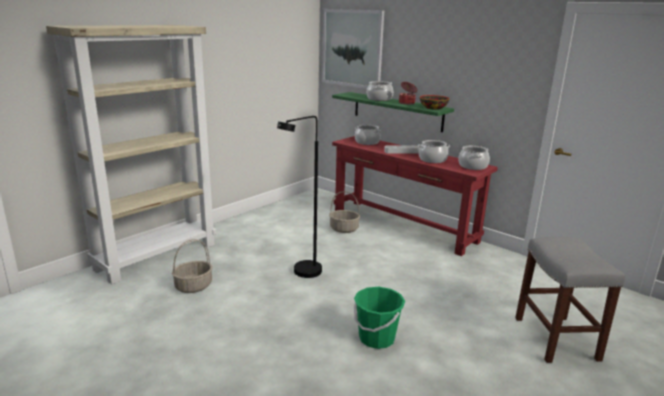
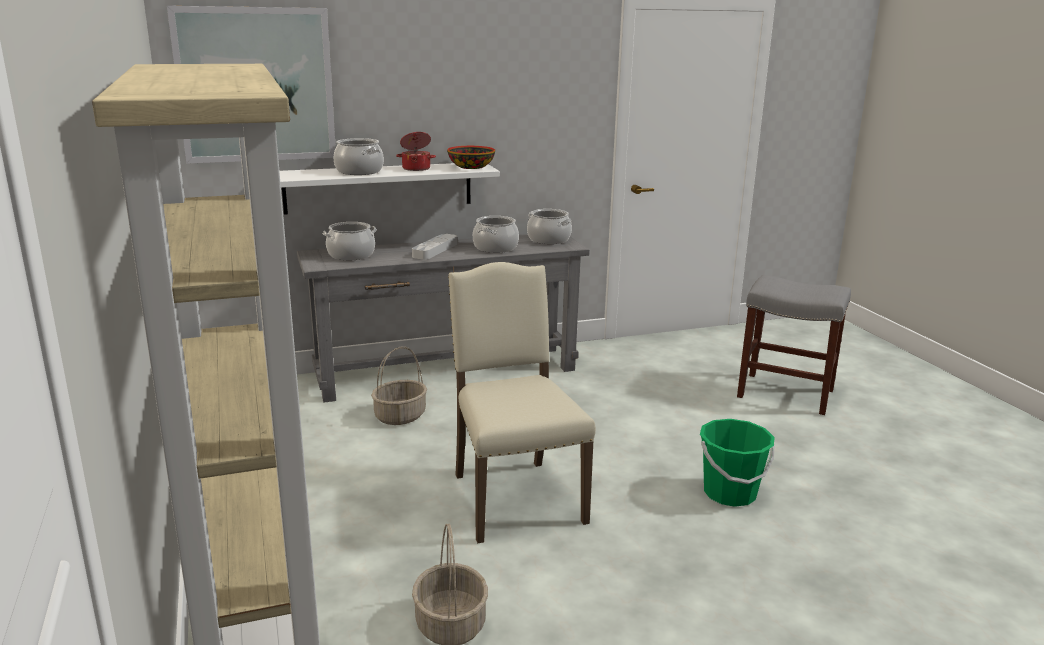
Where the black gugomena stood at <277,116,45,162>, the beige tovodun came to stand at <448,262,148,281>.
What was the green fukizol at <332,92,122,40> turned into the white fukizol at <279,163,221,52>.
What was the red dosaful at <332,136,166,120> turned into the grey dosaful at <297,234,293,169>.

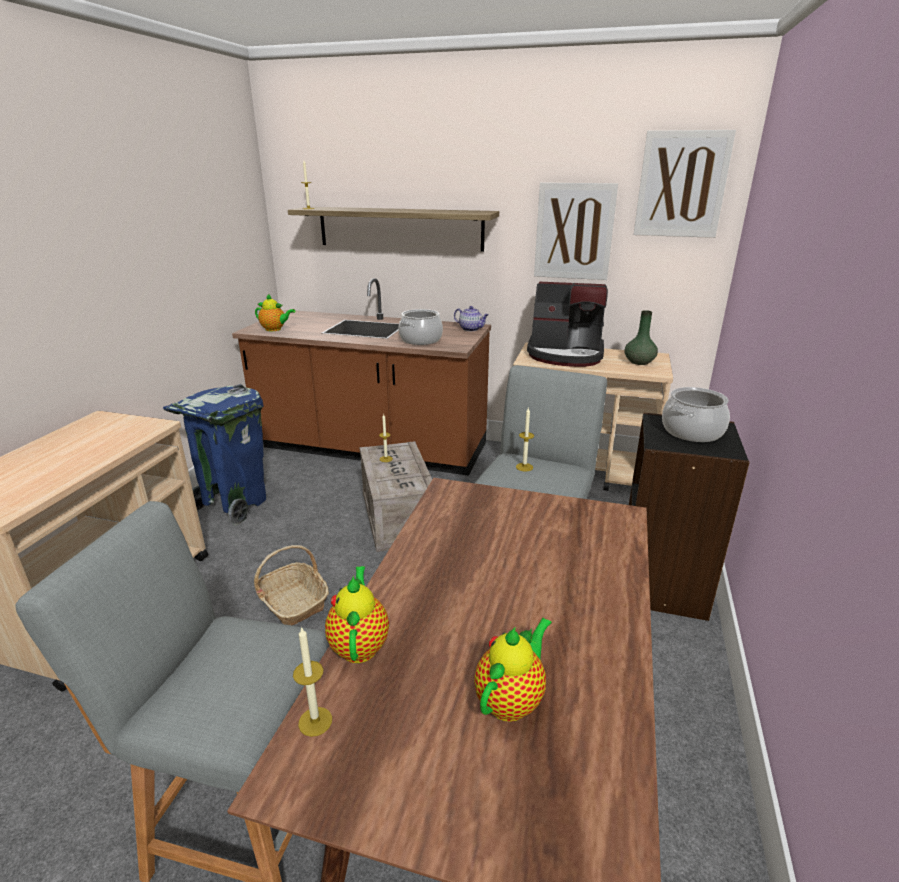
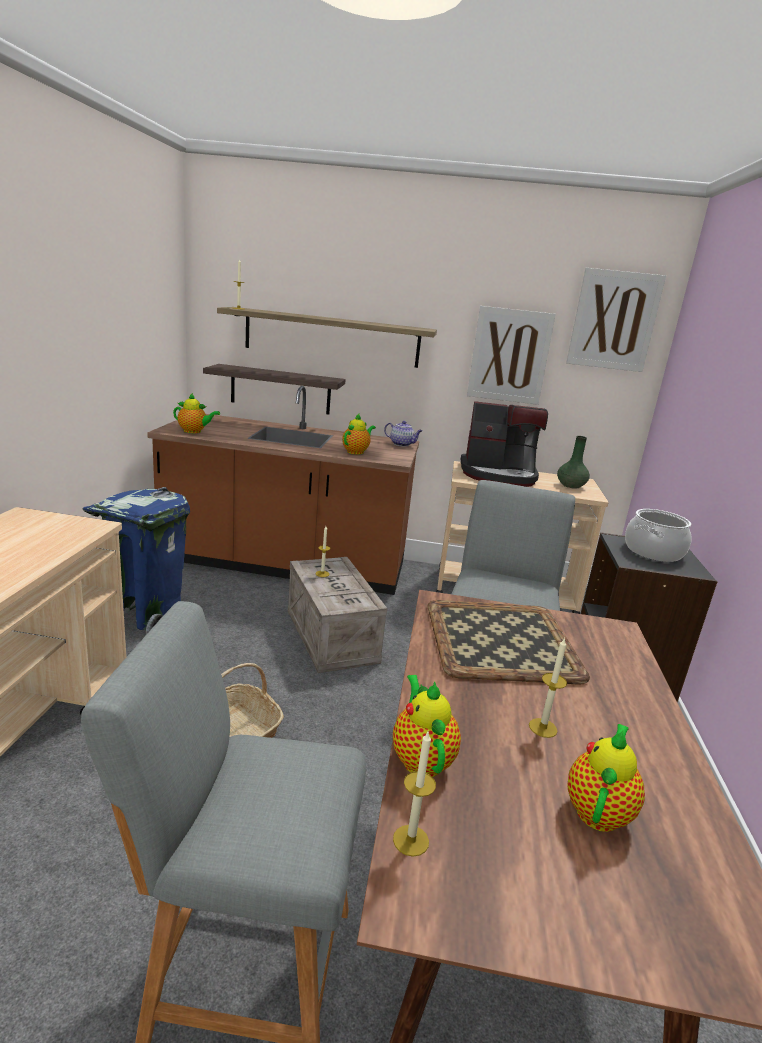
Where the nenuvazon stood at <398,309,45,36>, the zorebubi came to stand at <342,414,34,41>.
The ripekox ended up elsewhere, having gone from <516,407,18,65> to <529,638,38,100>.
The second view gained the fukizol at <203,364,143,51>.
The second view gained the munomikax at <427,600,163,85>.

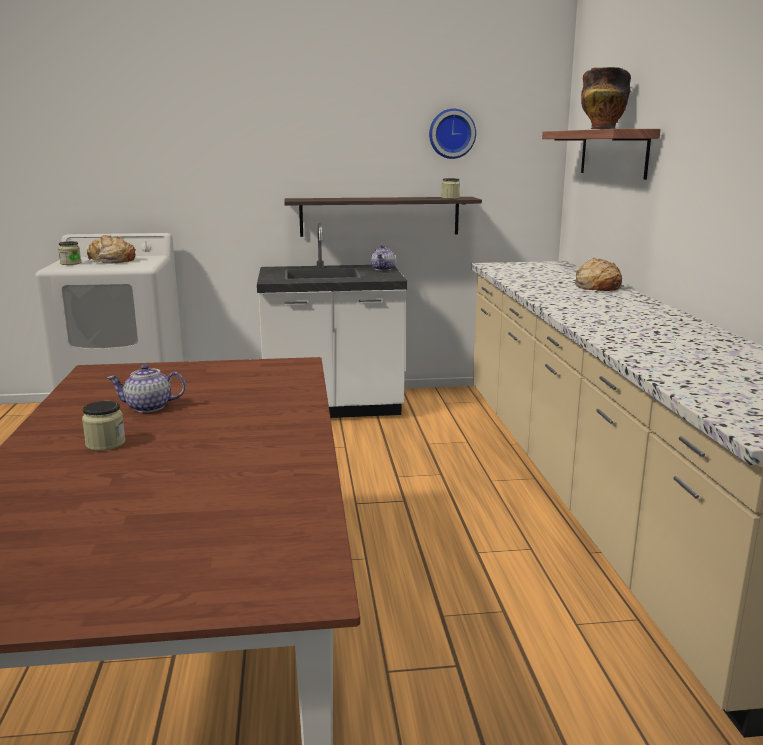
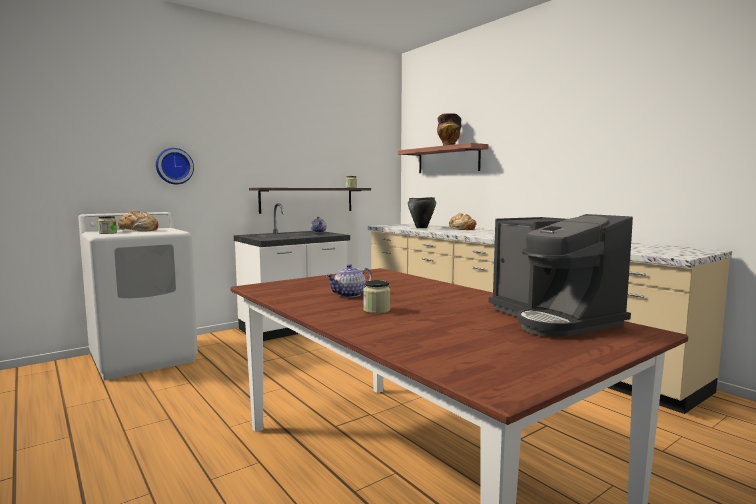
The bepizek ended up elsewhere, having gone from <429,109,47,50> to <156,148,38,37>.
The second view gained the black nenuvazon at <408,197,28,31>.
The second view gained the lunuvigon at <489,214,144,123>.

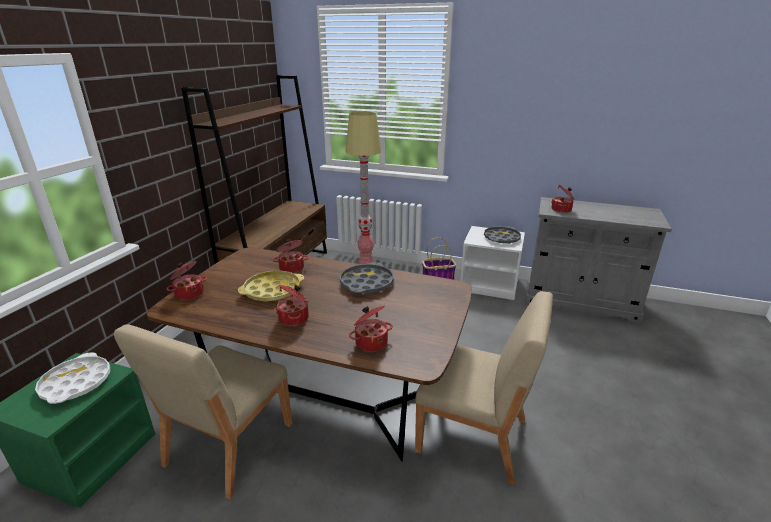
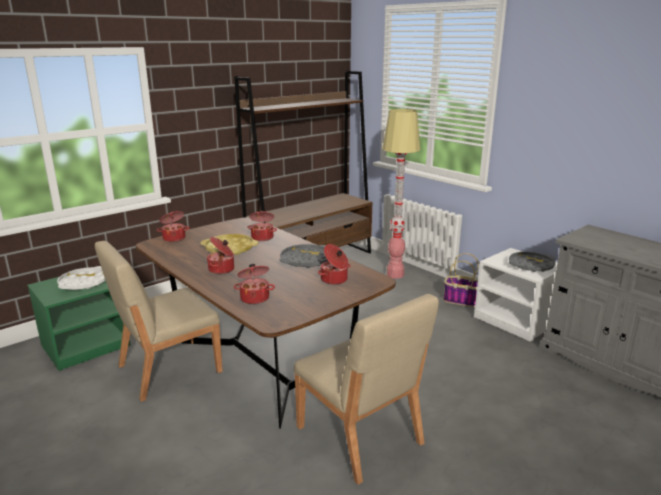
The nenuvazon ended up elsewhere, having gone from <551,185,23,28> to <318,244,33,41>.

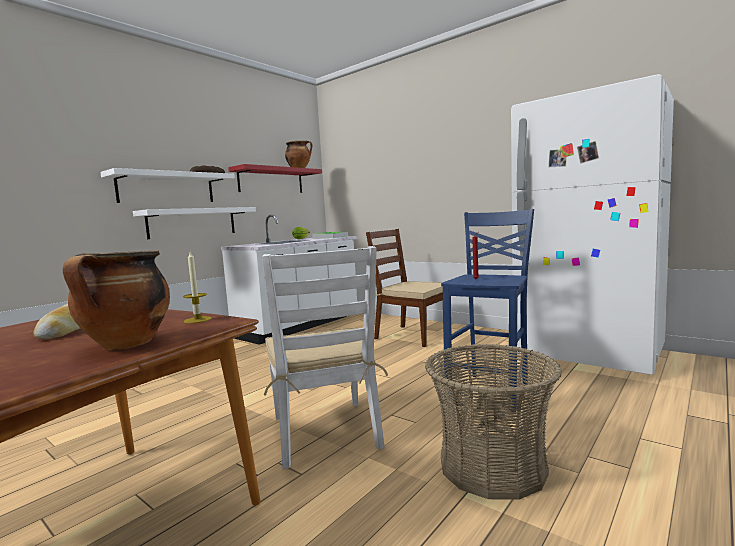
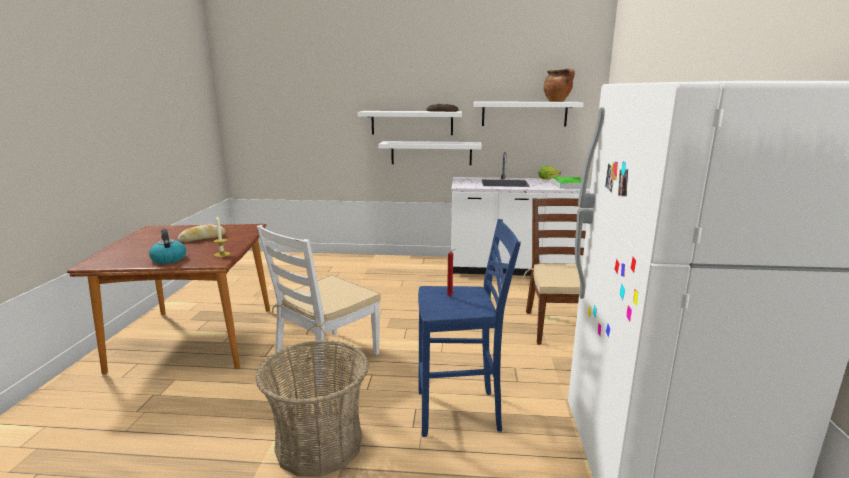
Where the nenuvazon stood at <63,251,107,98>, the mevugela came to stand at <149,229,37,35>.
What was the red fukizol at <228,164,94,29> turned into the white fukizol at <474,102,110,24>.

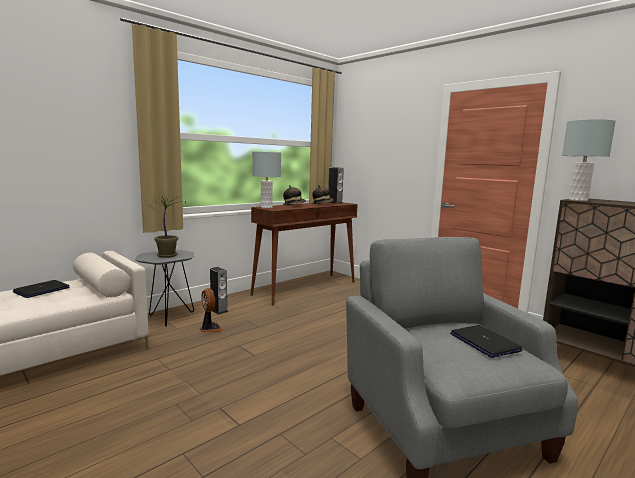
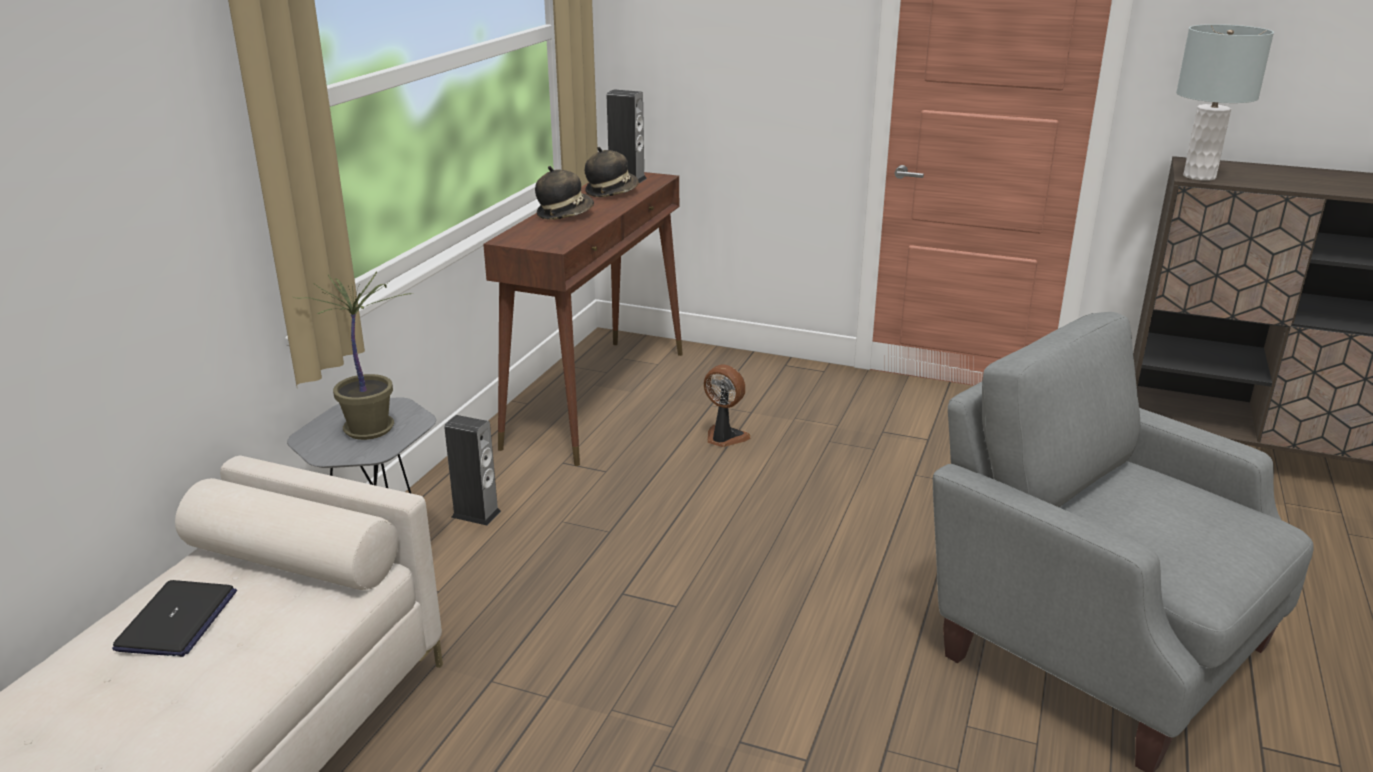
The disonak ended up elsewhere, having gone from <199,288,25,45> to <704,364,47,83>.
The second view lost the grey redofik at <252,152,29,56>.
The second view lost the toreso at <450,325,73,33>.

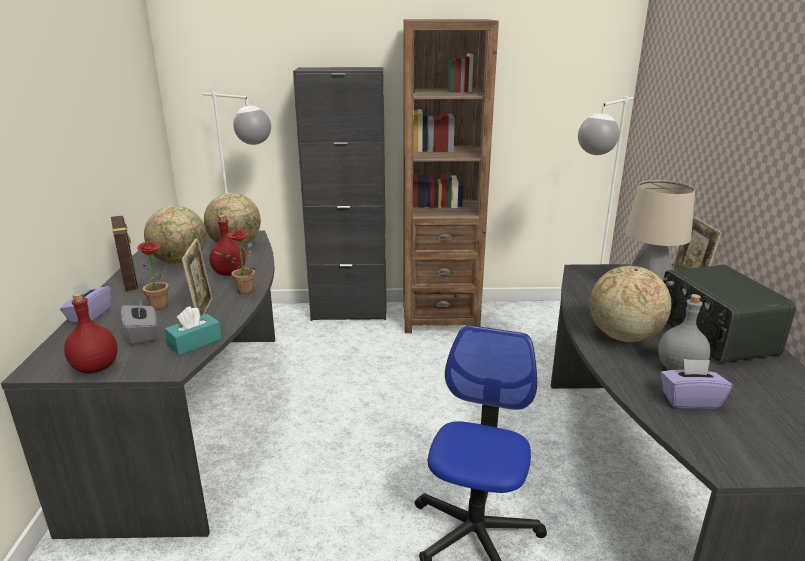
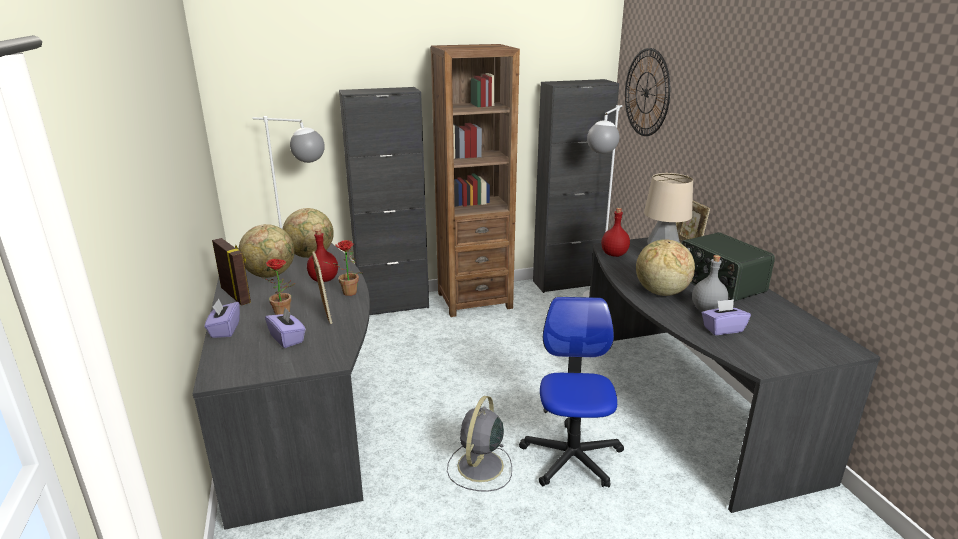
The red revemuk ended up elsewhere, having gone from <64,293,54,80> to <601,208,29,49>.
What was the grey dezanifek at <121,302,36,43> turned into the purple dezanifek at <265,308,41,40>.
The second view lost the turquoise dezanifek at <164,306,58,49>.
The second view gained the grey disonak at <447,396,65,96>.
The second view gained the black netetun at <533,79,86,214>.
The second view gained the bepizek at <625,48,45,88>.

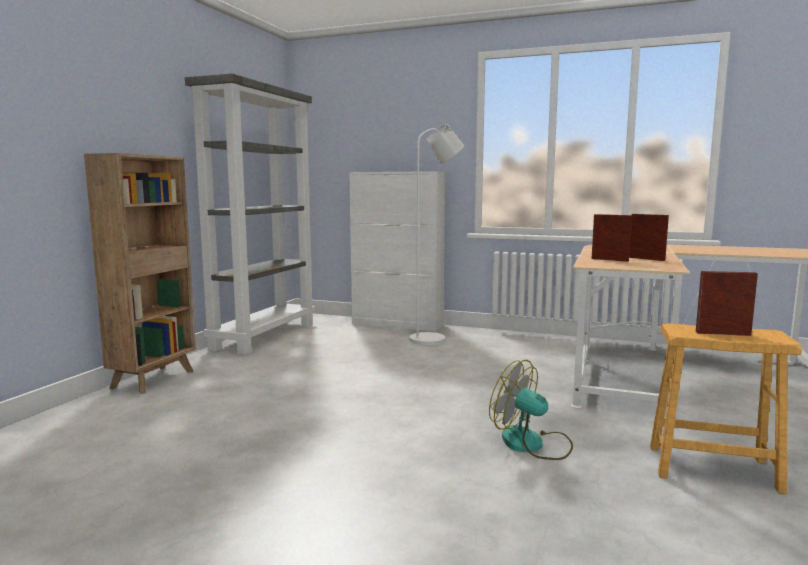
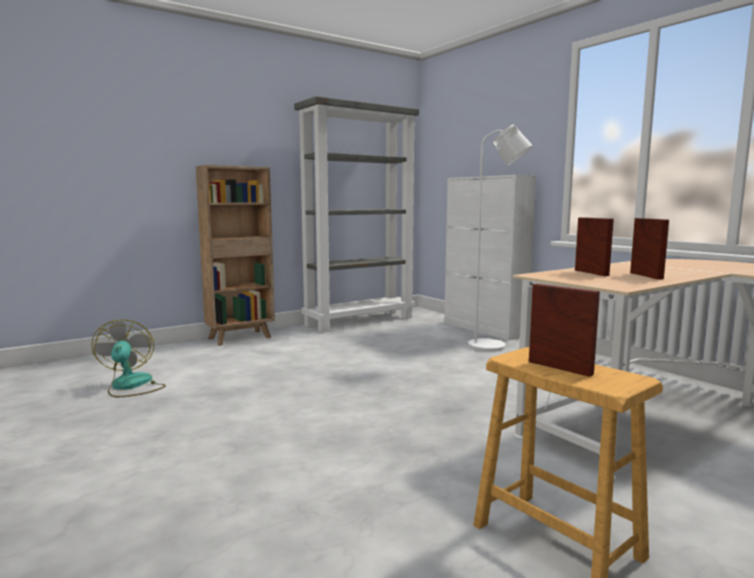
The disonak ended up elsewhere, having gone from <489,360,84,100> to <91,319,75,78>.

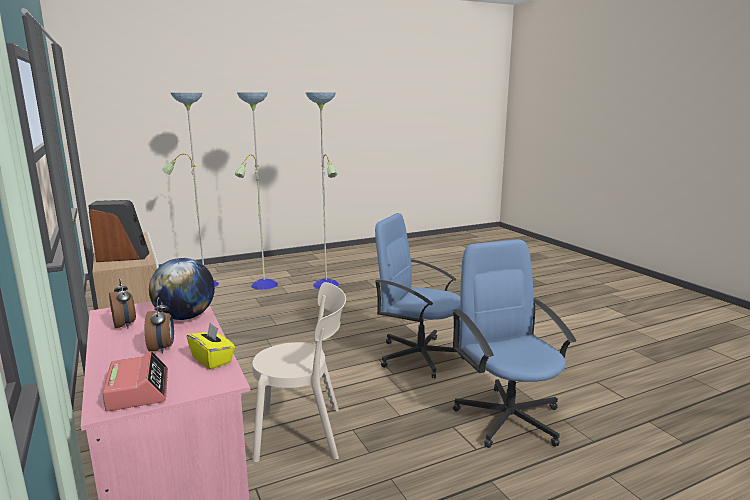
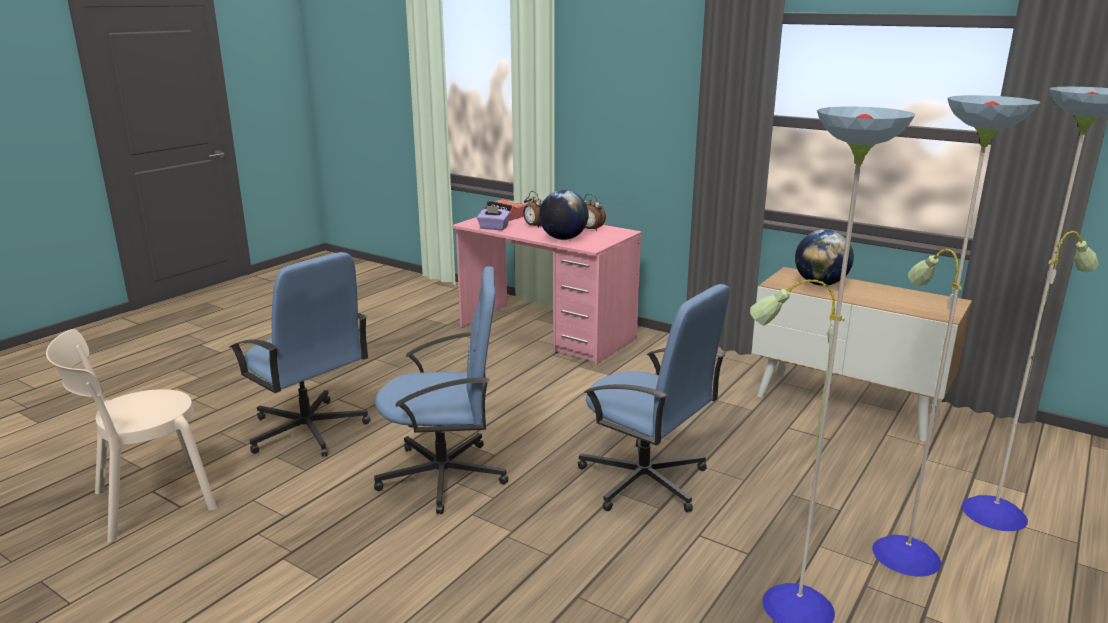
Where the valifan stood at <88,200,61,62>, the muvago came to stand at <795,230,59,56>.
What was the yellow dezanifek at <187,323,48,47> turned into the purple dezanifek at <477,205,33,25>.
The beige tovodun ended up elsewhere, having gone from <252,282,94,181> to <46,329,171,214>.
The second view gained the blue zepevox at <578,284,151,228>.

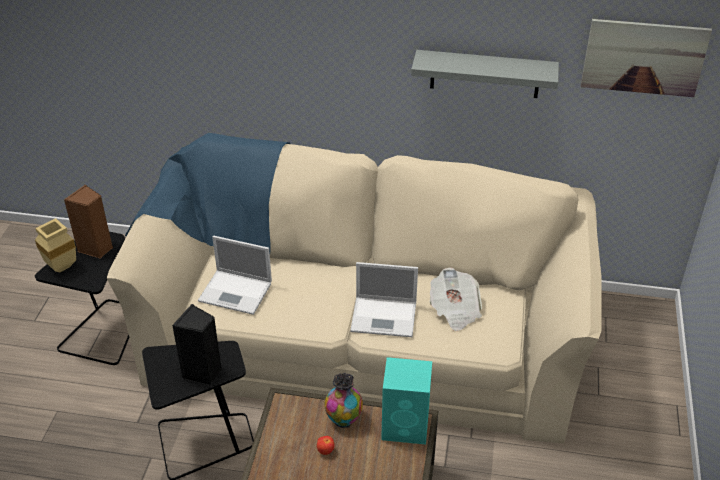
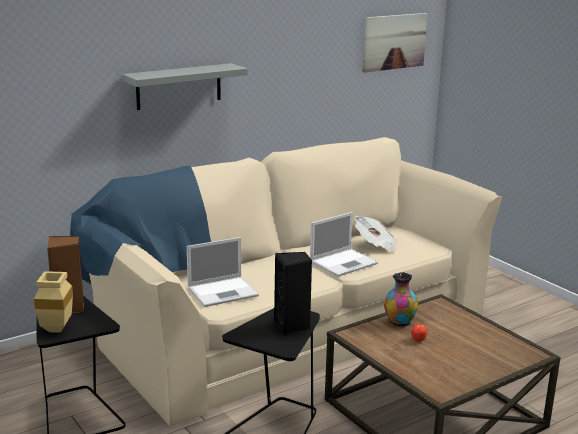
The second view lost the turquoise valifan at <381,357,51,88>.
The grey fukizol ended up elsewhere, having gone from <411,50,148,48> to <122,63,126,47>.

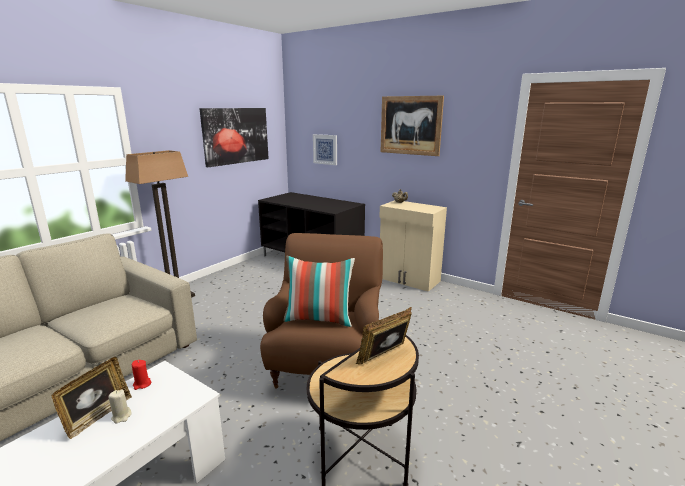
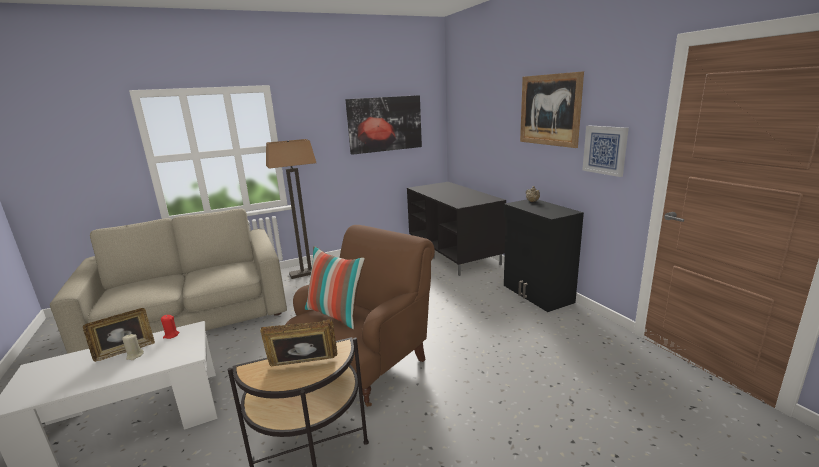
The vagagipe ended up elsewhere, having gone from <313,134,24,31> to <582,125,47,52>.
What was the beige netetun at <379,200,68,92> turned into the black netetun at <503,199,81,113>.

